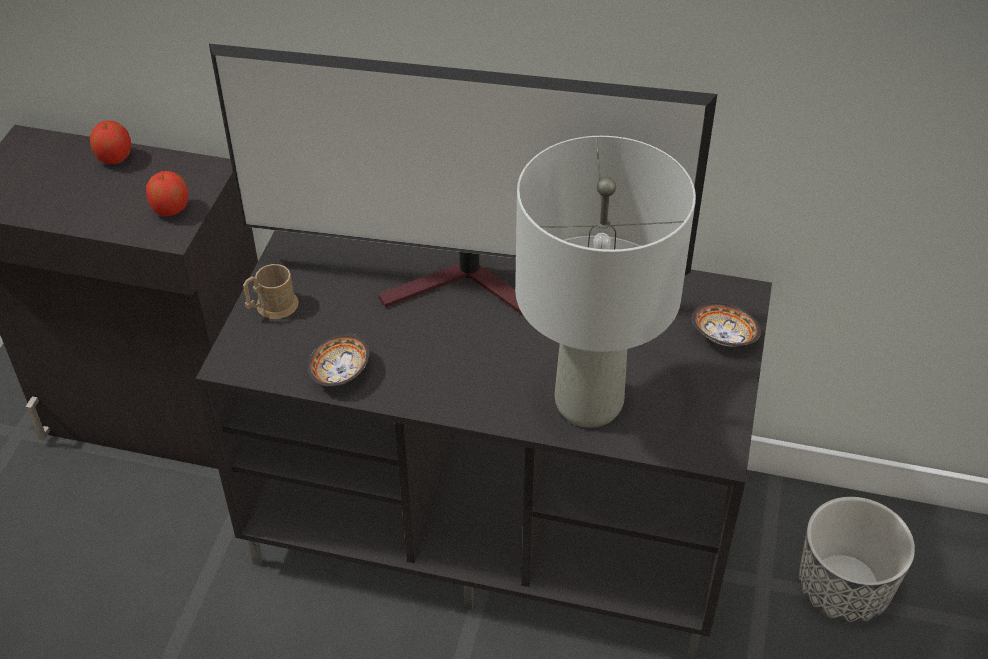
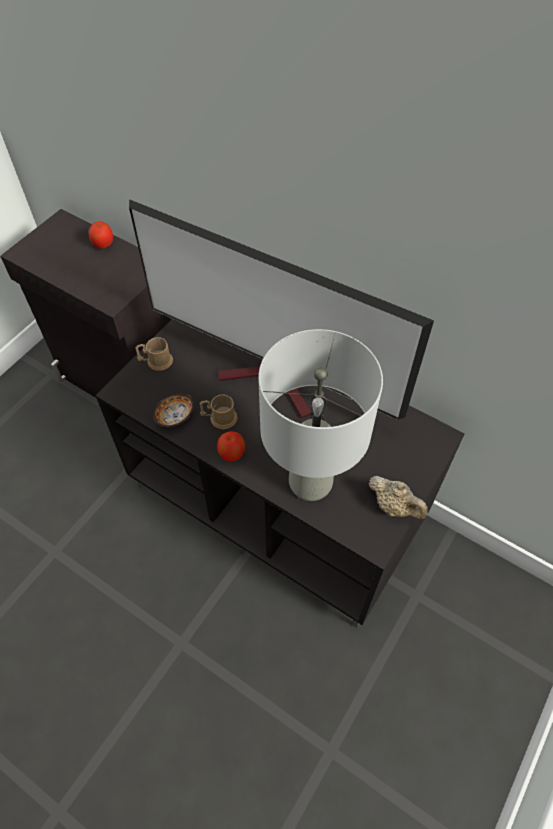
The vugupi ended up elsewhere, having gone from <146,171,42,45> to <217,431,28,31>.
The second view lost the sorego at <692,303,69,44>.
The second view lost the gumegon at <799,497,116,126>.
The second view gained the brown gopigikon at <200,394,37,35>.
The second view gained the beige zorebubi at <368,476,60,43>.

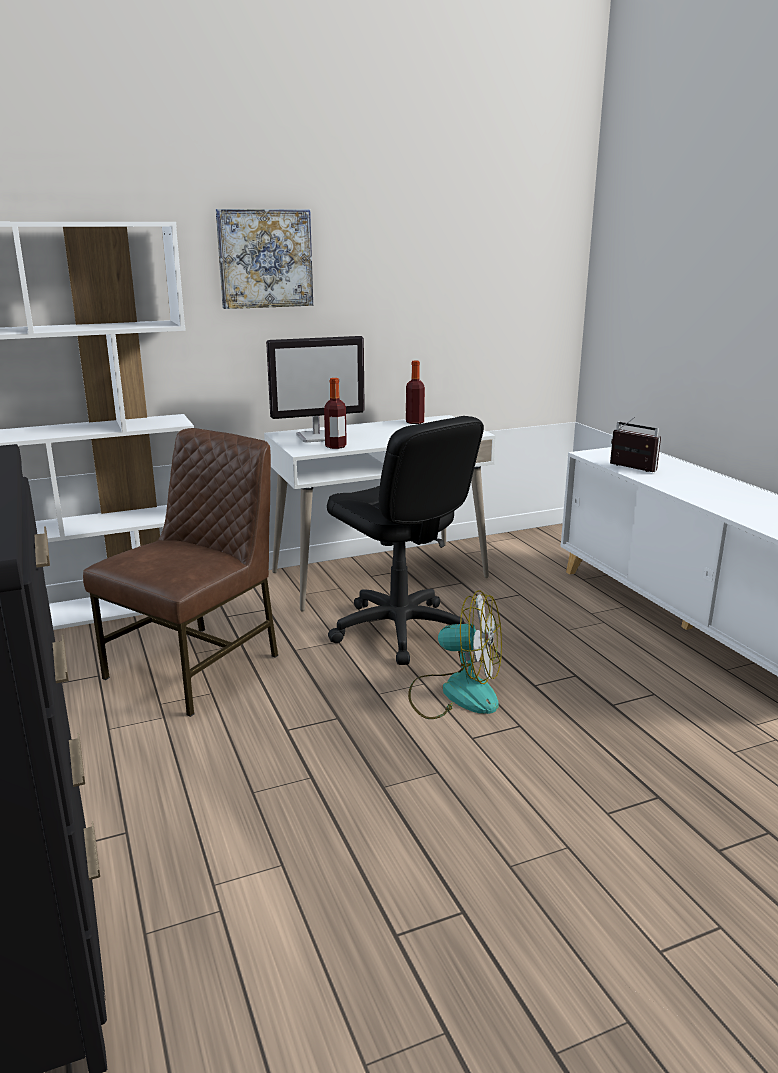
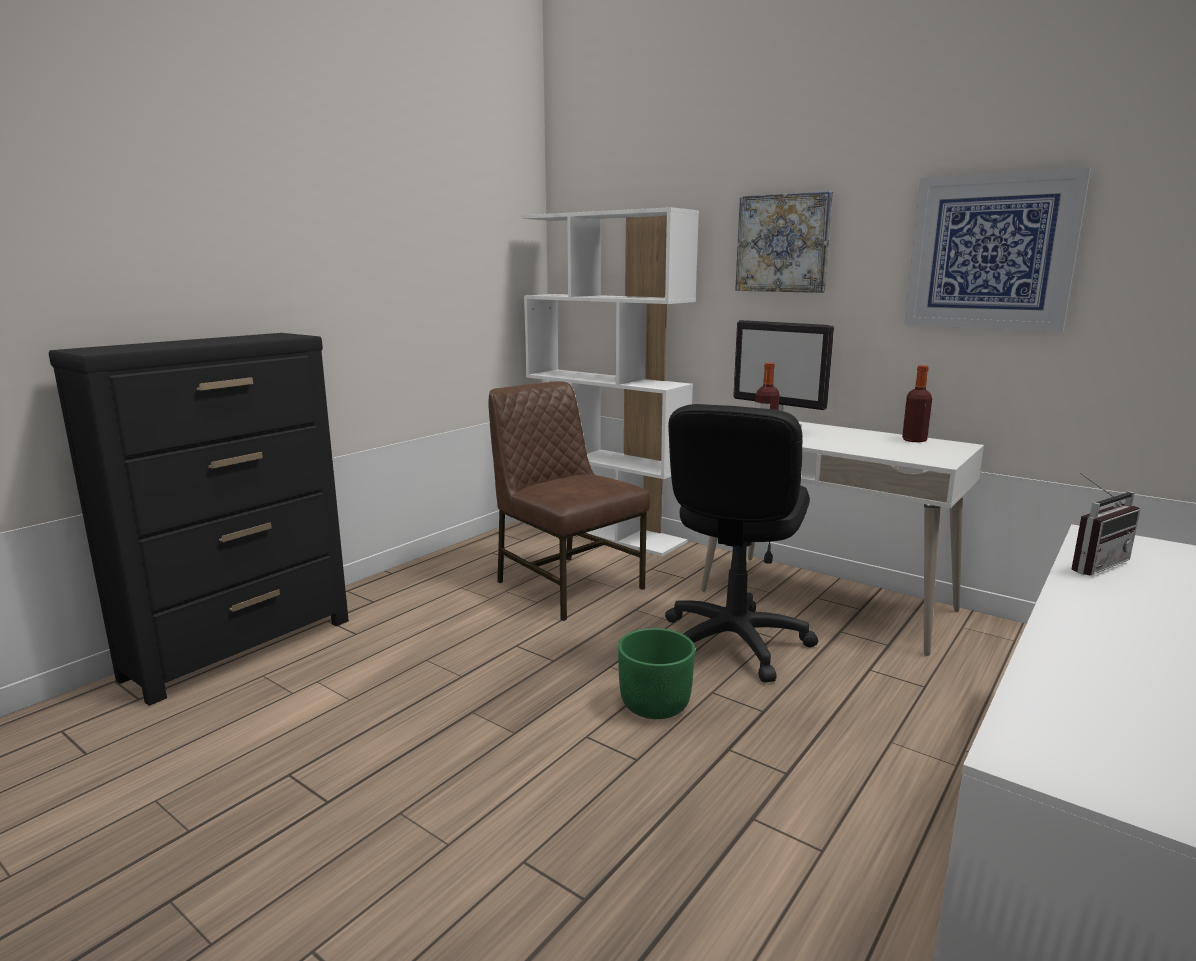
The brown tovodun at <83,428,195,289> ended up facing another way, 135 degrees counterclockwise from before.
Where the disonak stood at <408,590,94,129>, the green gumegon came to stand at <618,628,77,91>.
The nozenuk at <610,417,51,55> ended up facing another way, 45 degrees clockwise from before.
The second view gained the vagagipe at <904,167,187,165>.

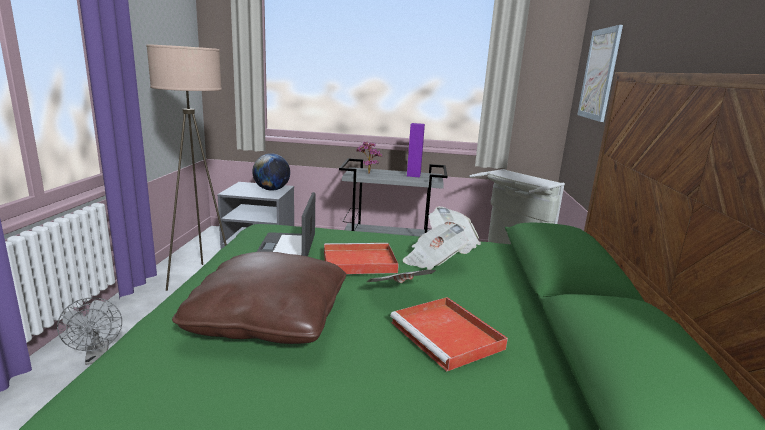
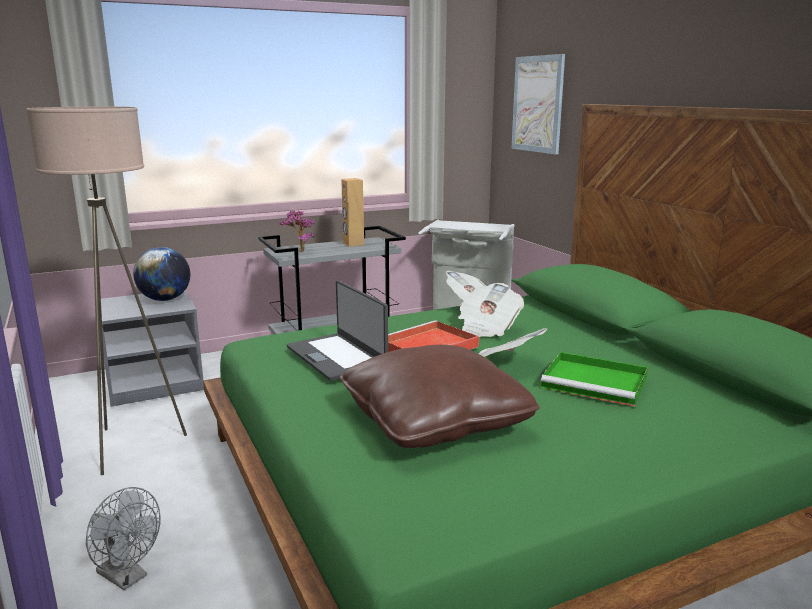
What was the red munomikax at <390,297,118,74> turned into the green munomikax at <541,352,107,55>.
What was the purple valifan at <407,123,18,55> turned into the brown valifan at <341,178,23,69>.

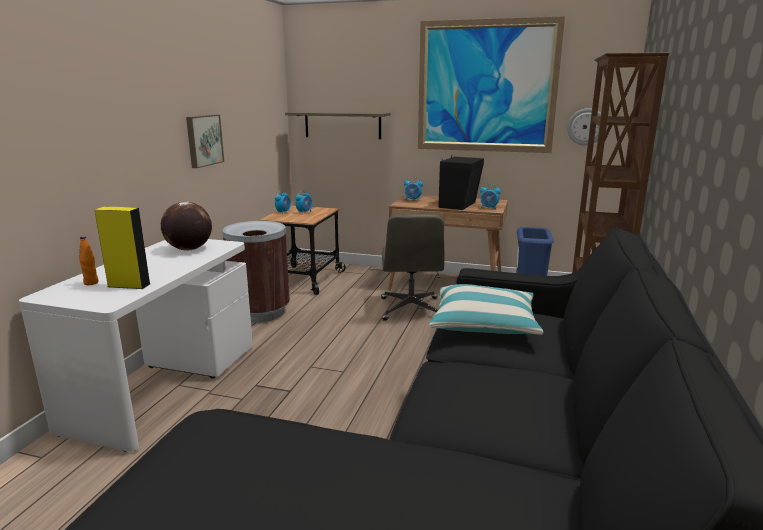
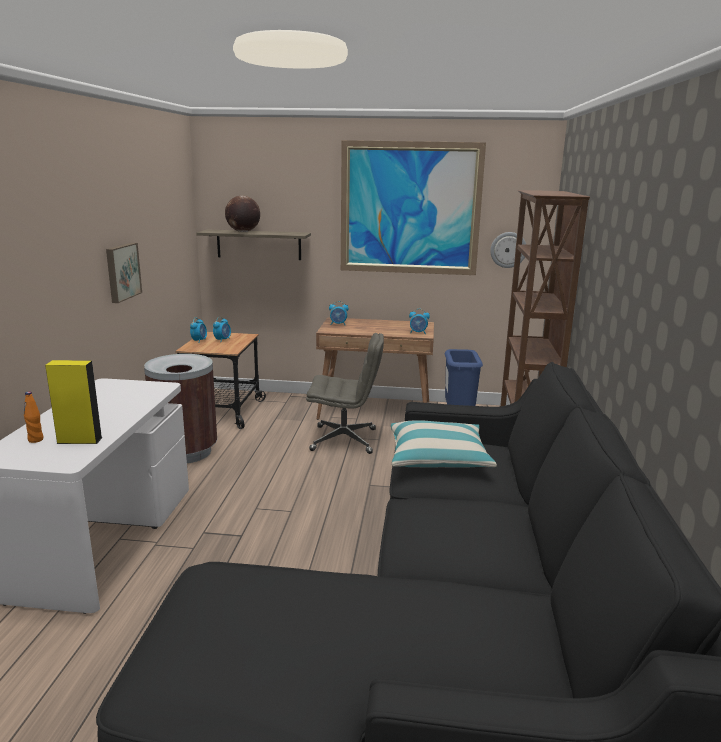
The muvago ended up elsewhere, having gone from <161,202,51,48> to <225,196,35,36>.
The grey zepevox at <381,214,63,107> ended up facing another way, 75 degrees counterclockwise from before.
The second view lost the black valifan at <438,155,46,55>.

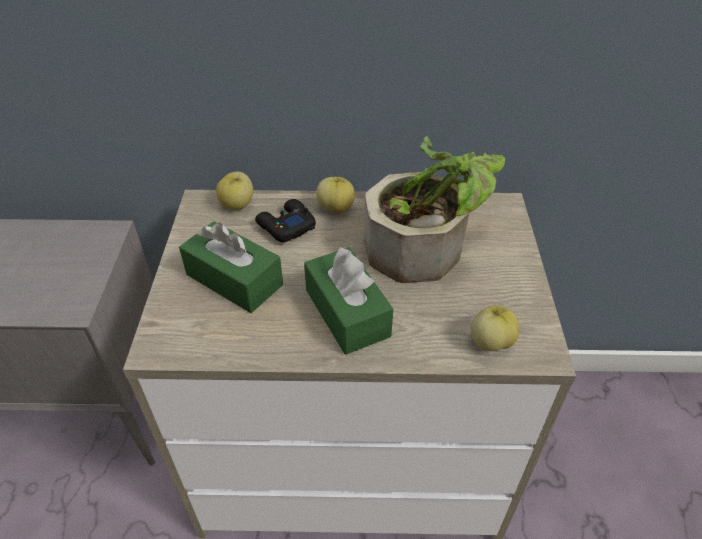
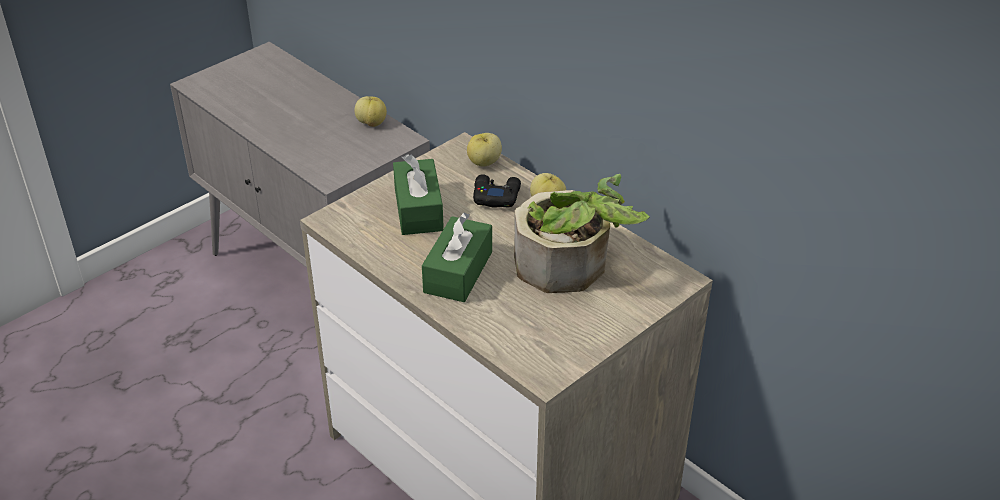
The vugupi ended up elsewhere, having gone from <471,305,48,46> to <355,96,32,31>.

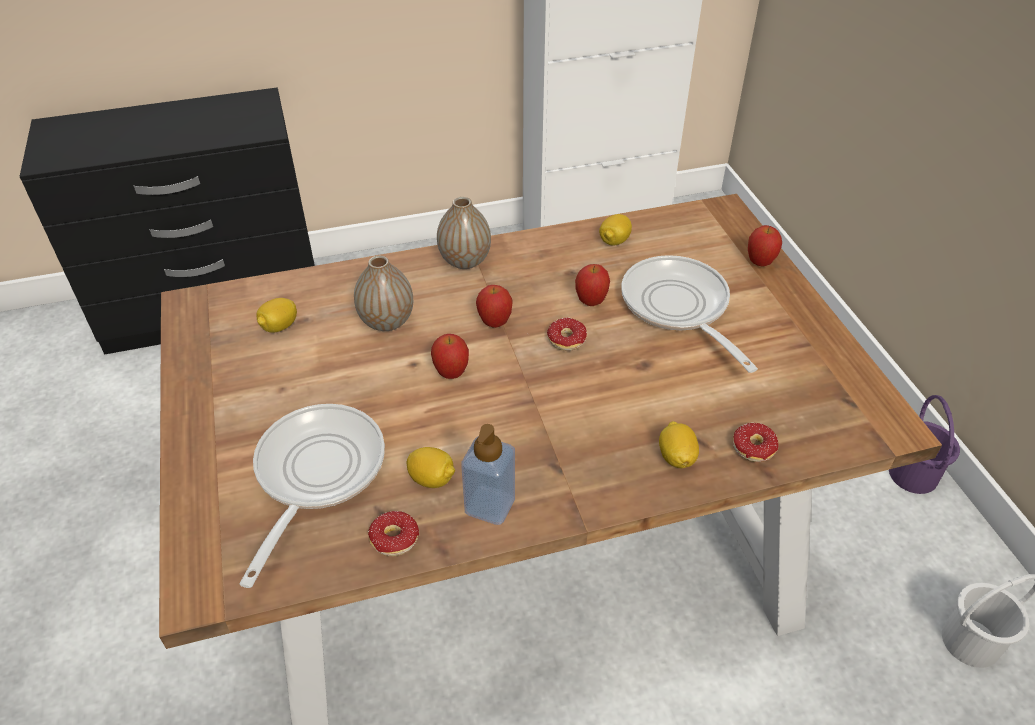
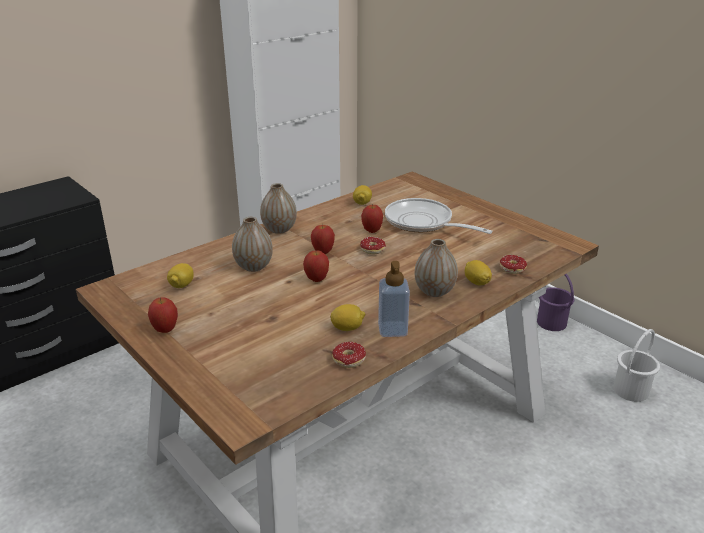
The second view lost the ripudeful at <239,404,146,184>.
The vugupi ended up elsewhere, having gone from <748,225,34,42> to <148,297,30,36>.
The second view gained the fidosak at <415,239,43,58>.

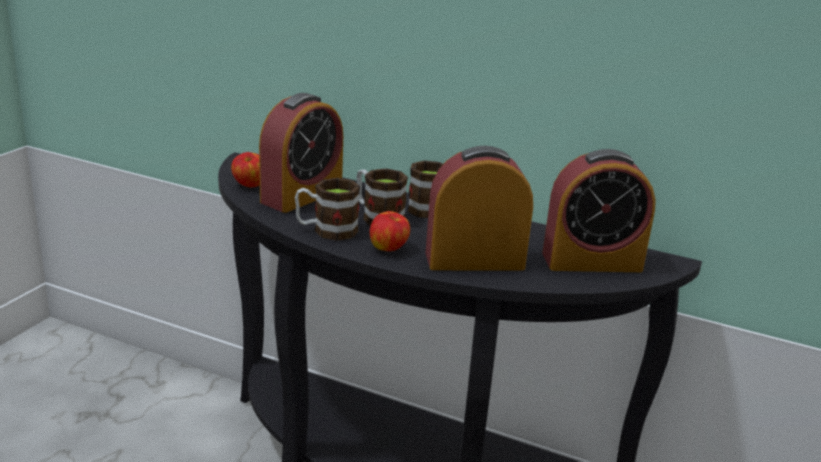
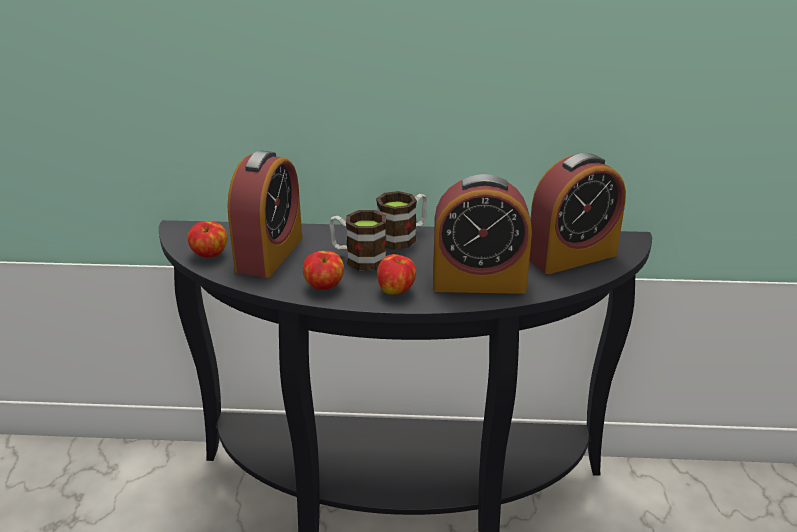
Where the gopigikon stood at <295,178,65,63>, the vugupi came to stand at <303,251,41,39>.
The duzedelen at <426,146,107,124> ended up facing another way, 150 degrees counterclockwise from before.

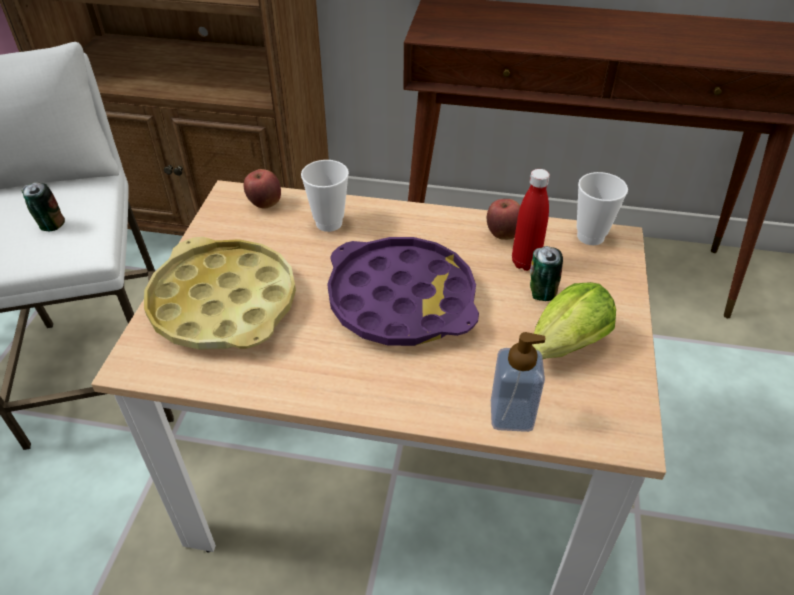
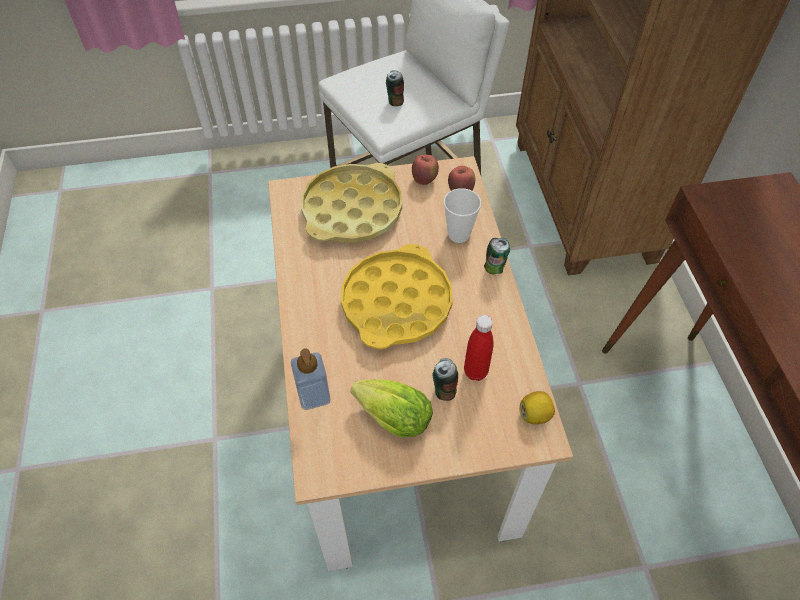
What was the purple munomikax at <327,237,152,109> turned into the yellow munomikax at <341,244,112,105>.
The vugupi ended up elsewhere, having gone from <487,199,33,41> to <412,155,27,30>.
Where the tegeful stood at <577,172,51,73>, the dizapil came to stand at <519,391,36,33>.
The second view gained the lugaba at <484,238,26,36>.

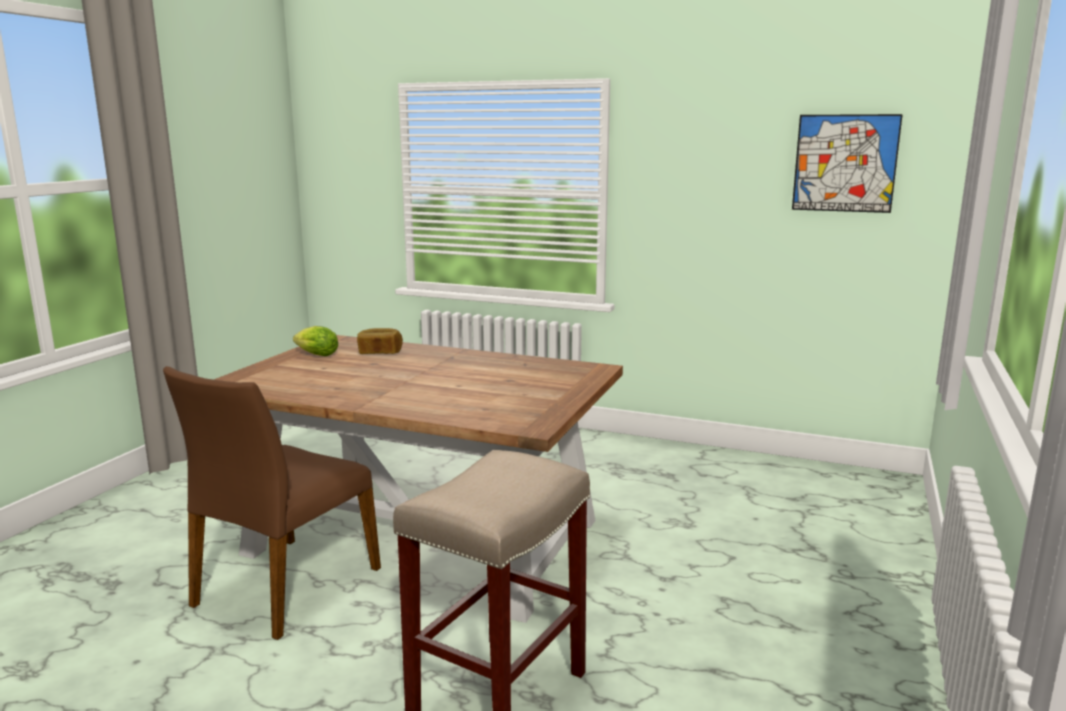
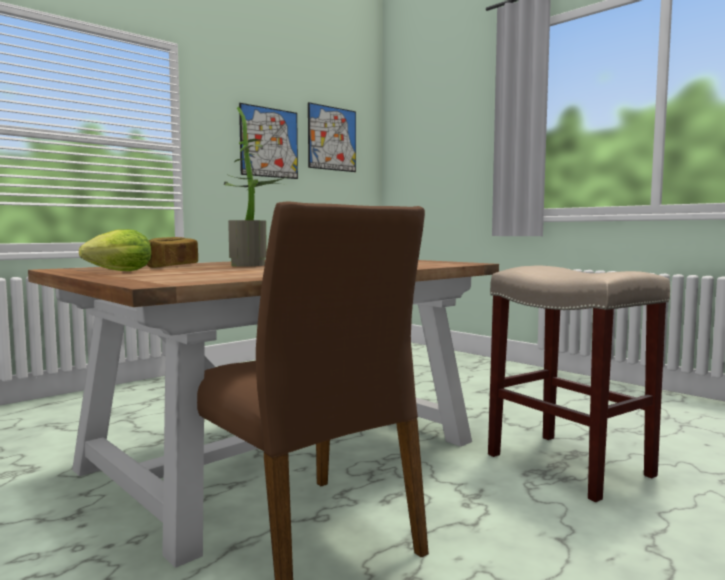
The second view gained the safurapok at <223,107,66,160>.
The second view gained the vagagipe at <239,103,59,76>.

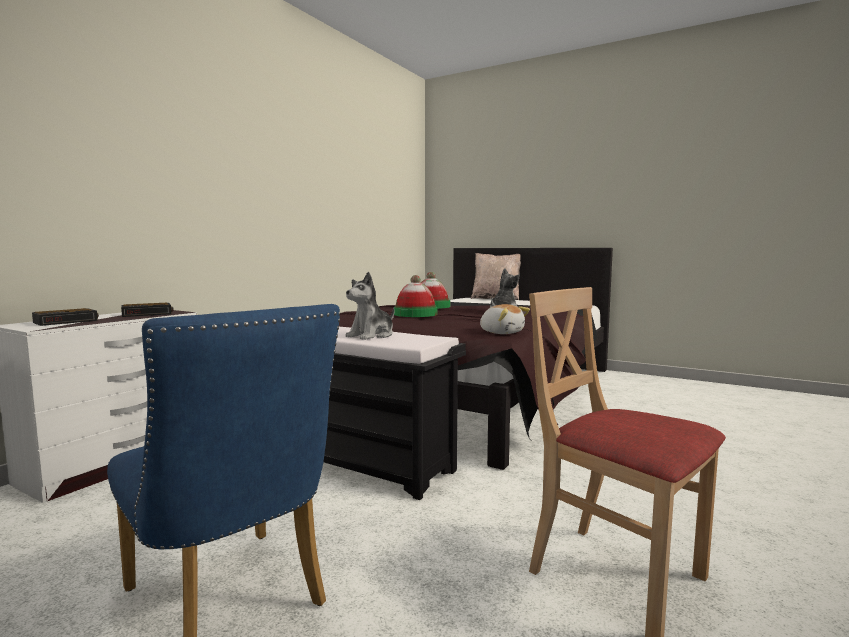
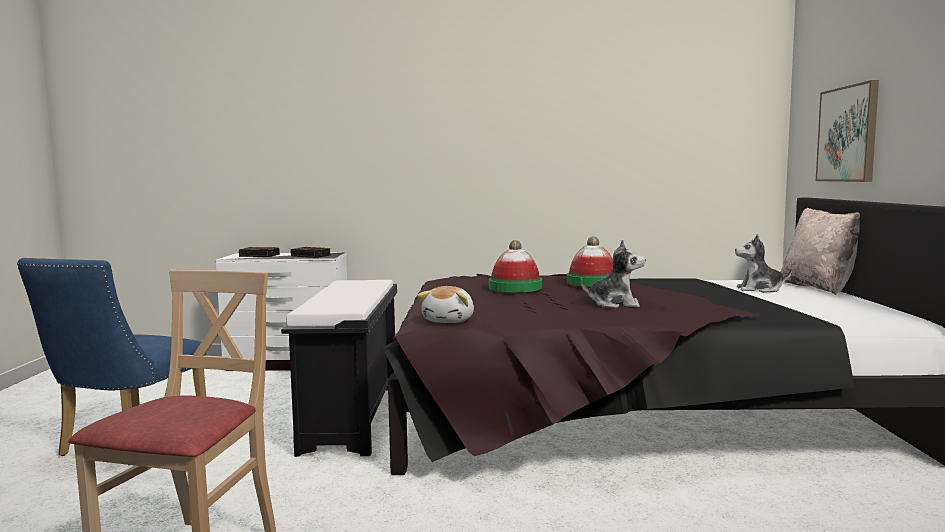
The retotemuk ended up elsewhere, having gone from <346,272,49,68> to <735,234,57,59>.
The second view gained the vagagipe at <816,80,63,102>.

